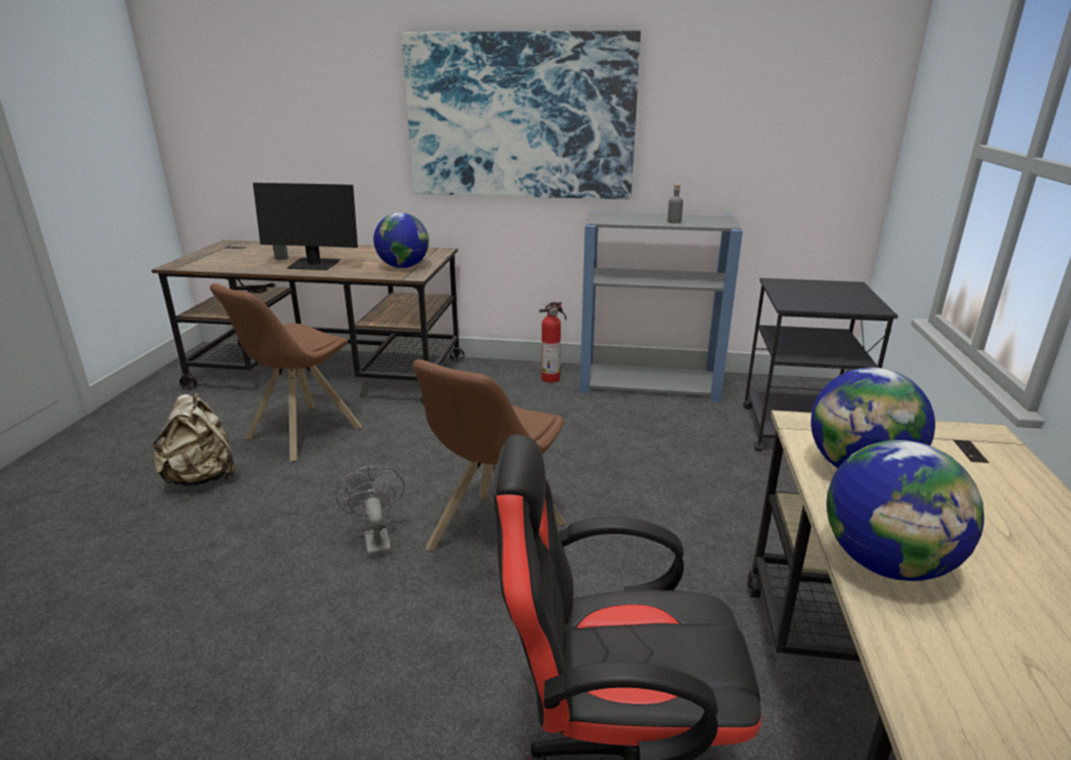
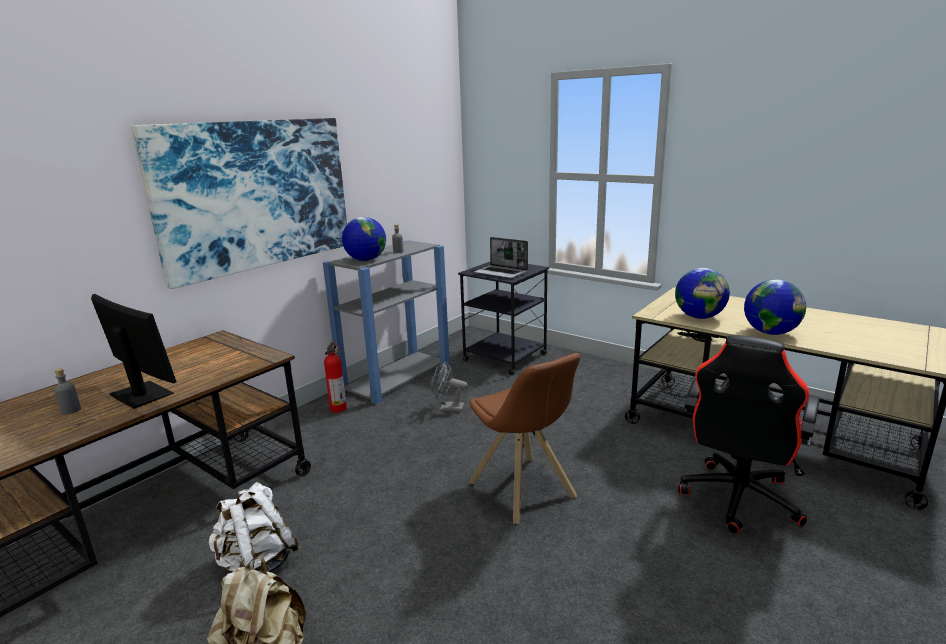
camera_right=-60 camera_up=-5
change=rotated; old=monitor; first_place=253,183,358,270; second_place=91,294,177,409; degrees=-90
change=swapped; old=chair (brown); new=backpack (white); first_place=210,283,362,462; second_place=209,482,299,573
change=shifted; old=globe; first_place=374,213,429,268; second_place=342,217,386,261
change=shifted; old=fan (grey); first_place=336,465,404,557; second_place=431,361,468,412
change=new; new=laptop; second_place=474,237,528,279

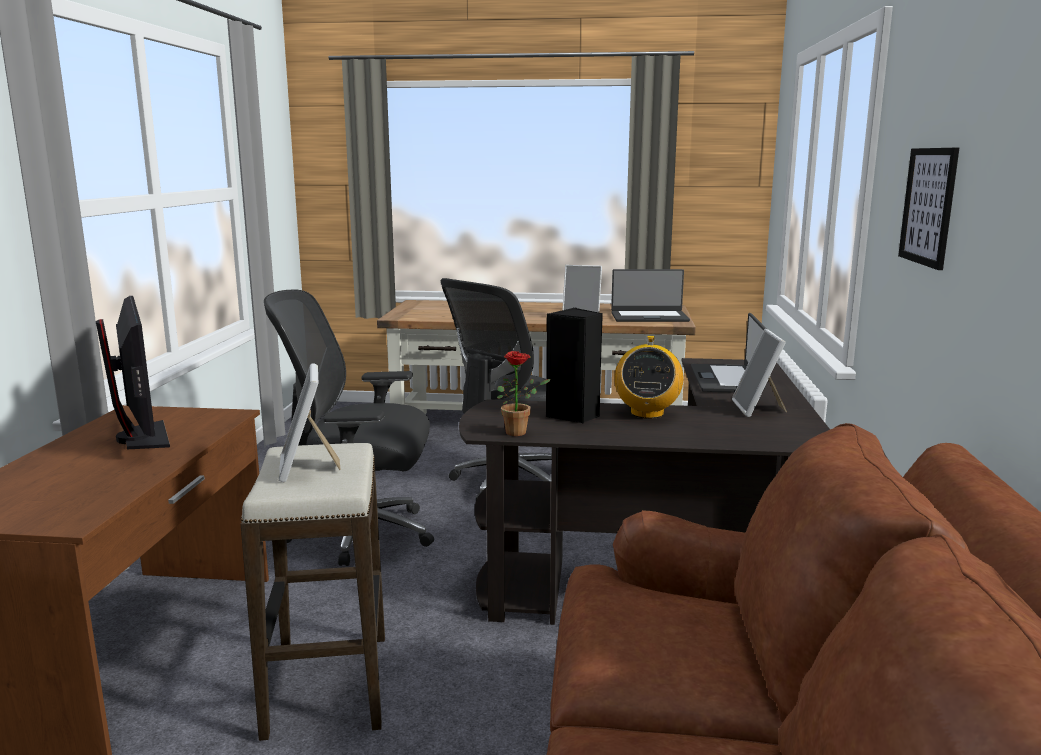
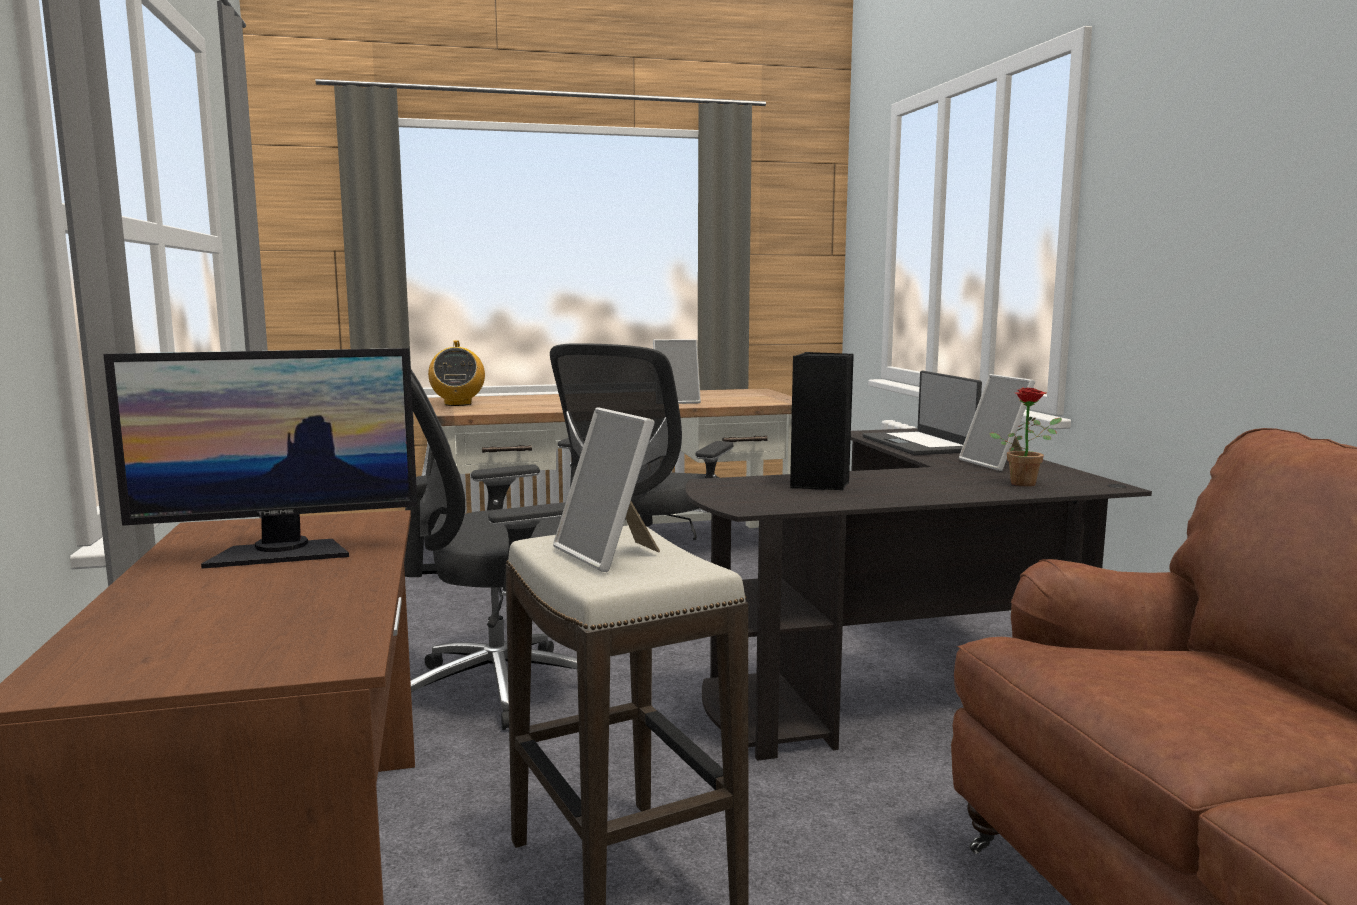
camera_right=-20 camera_up=-5
change=rotated; old=monitor; first_place=96,296,170,449; second_place=103,348,417,569; degrees=120
change=shifted; old=radio; first_place=614,336,683,419; second_place=428,340,485,406
change=shifted; old=potted plant; first_place=497,351,551,436; second_place=989,387,1062,486
change=gone; old=laptop; first_place=611,269,690,322
change=gone; old=picture; first_place=898,148,959,270

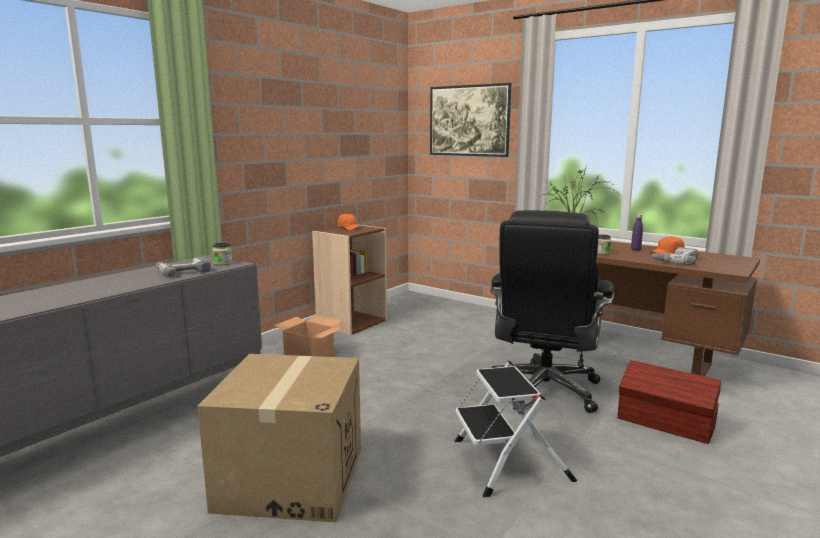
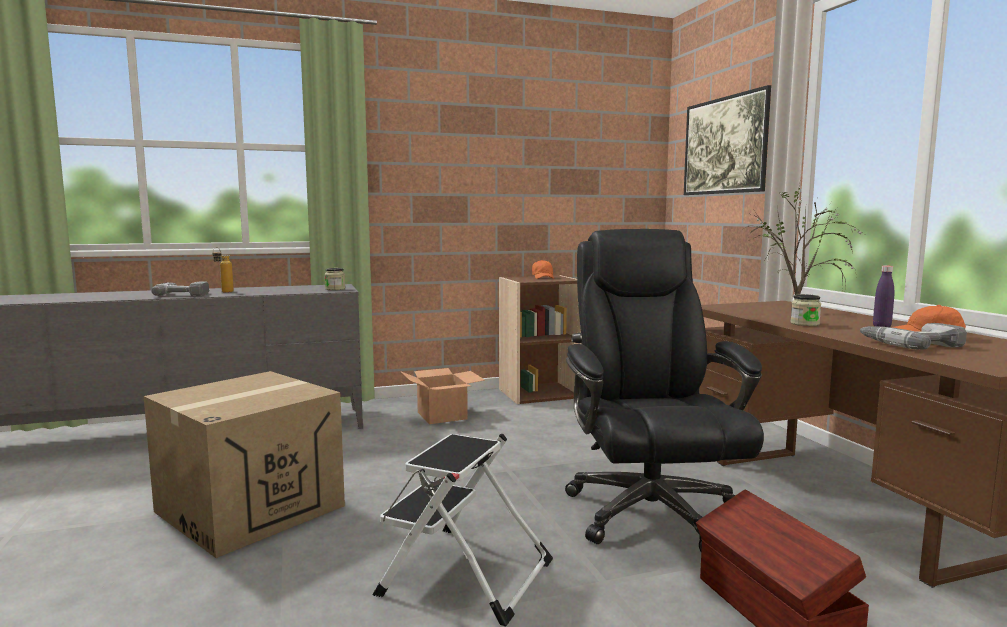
camera_right=35 camera_up=-5
change=shifted; old=power drill; first_place=156,257,211,277; second_place=151,282,209,296
change=new; new=bottle; second_place=212,247,234,293
change=rotated; old=office chair (black); first_place=490,210,614,413; second_place=565,229,764,551; degrees=120

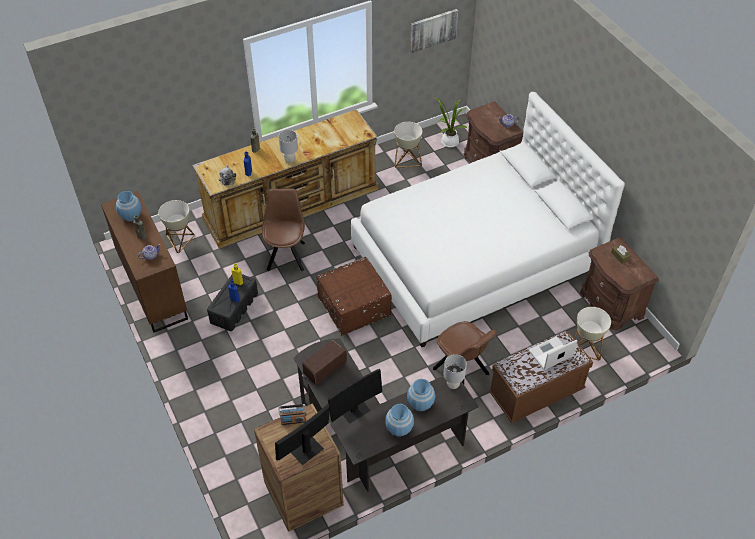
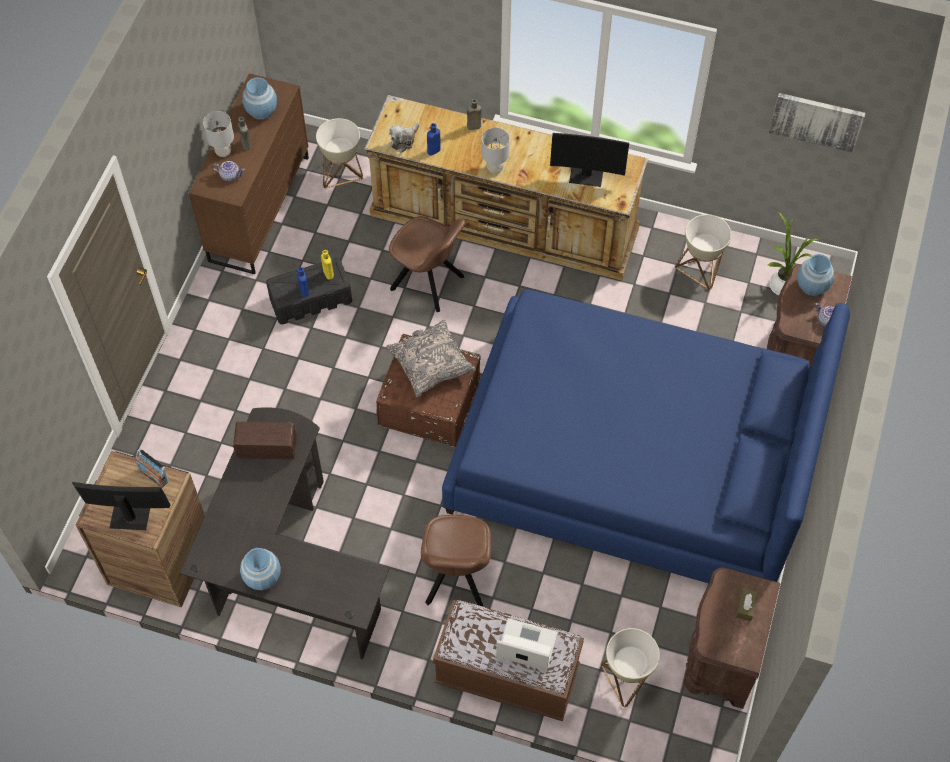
camera_right=45 camera_up=10
change=shifted; old=table lamp (grey); first_place=443,354,467,389; second_place=203,111,234,157
change=new; new=pillow (grey); second_place=386,320,476,398
change=rotated; old=chair (brown); first_place=262,188,305,272; second_place=389,216,466,312; degrees=75
change=repainted; old=bed (white); new=bed (blue); first_place=351,92,625,347; second_place=442,289,850,583
change=shifted; old=monitor; first_place=328,369,382,424; second_place=550,133,629,187
change=shifted; old=vase (blue); first_place=407,379,435,411; second_place=797,254,834,296

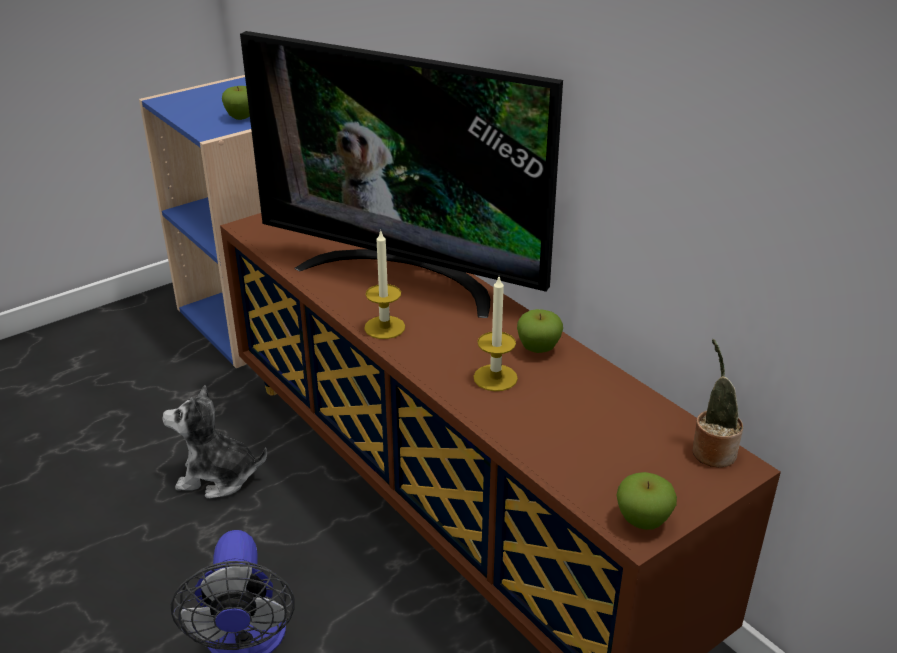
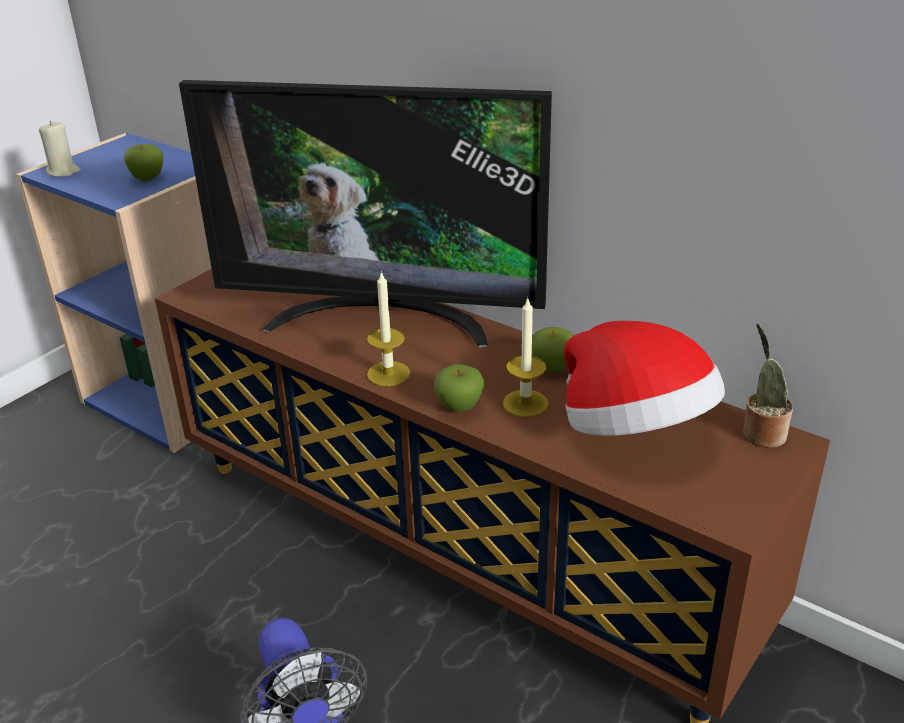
camera_right=-15 camera_up=0
change=new; new=candle (beige); second_place=39,121,81,177
change=shifted; old=apple; first_place=617,472,677,530; second_place=434,364,484,411
change=new; new=hat; second_place=564,321,725,436
change=gone; old=plush toy; first_place=162,385,267,499

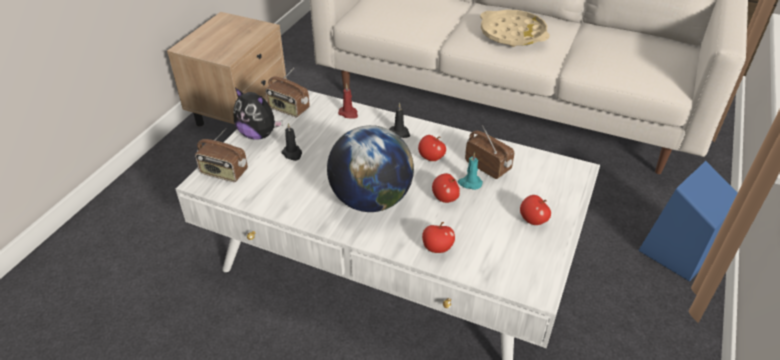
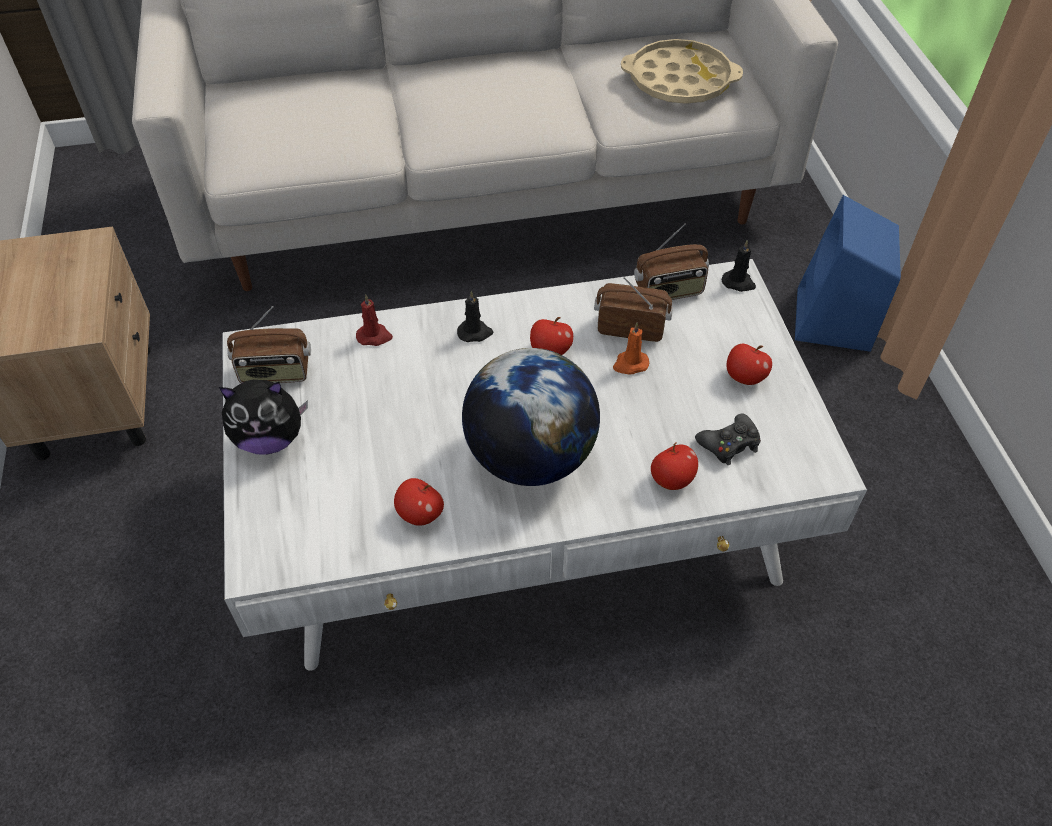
camera_right=-35 camera_up=10
change=shifted; old=apple; first_place=432,173,460,203; second_place=394,478,444,526
change=repainted; old=candle (turquoise); new=candle (orange); first_place=458,152,483,190; second_place=613,322,649,375
change=shifted; old=tray (beige); first_place=480,10,550,47; second_place=621,39,743,104
change=shifted; old=radio; first_place=195,128,248,182; second_place=634,223,709,300
change=new; new=game controller (black); second_place=695,413,761,465
change=shifted; old=candle (black); first_place=281,123,302,161; second_place=722,240,756,292

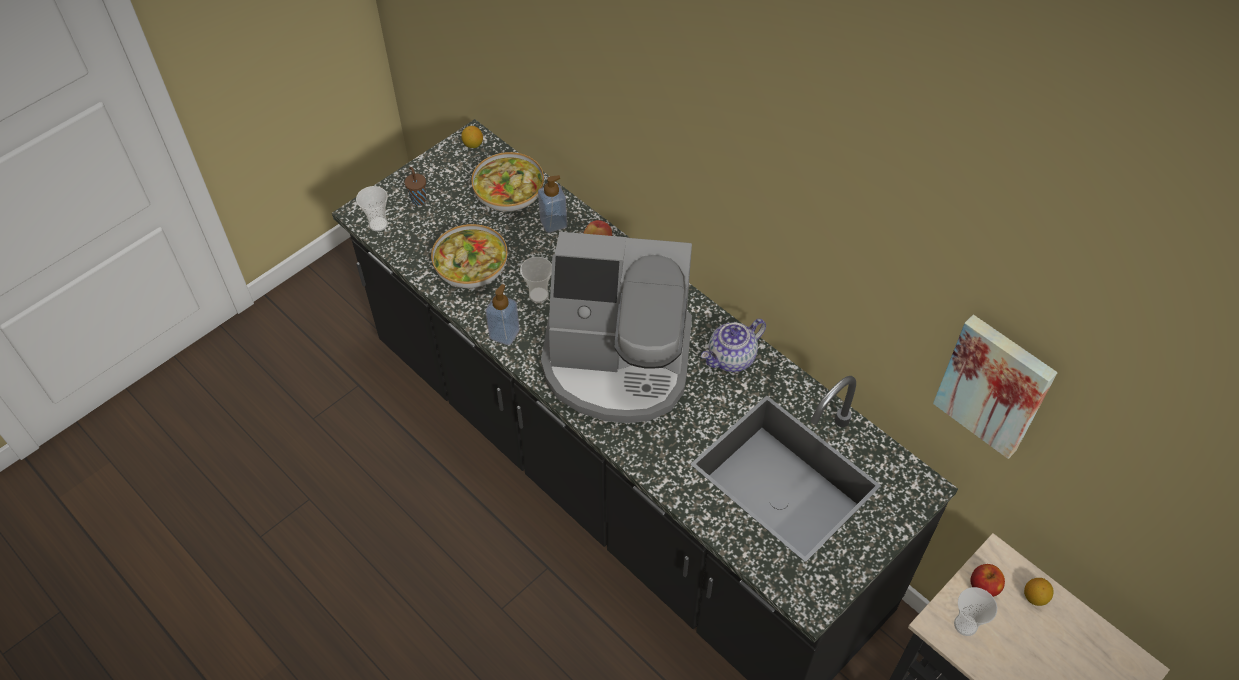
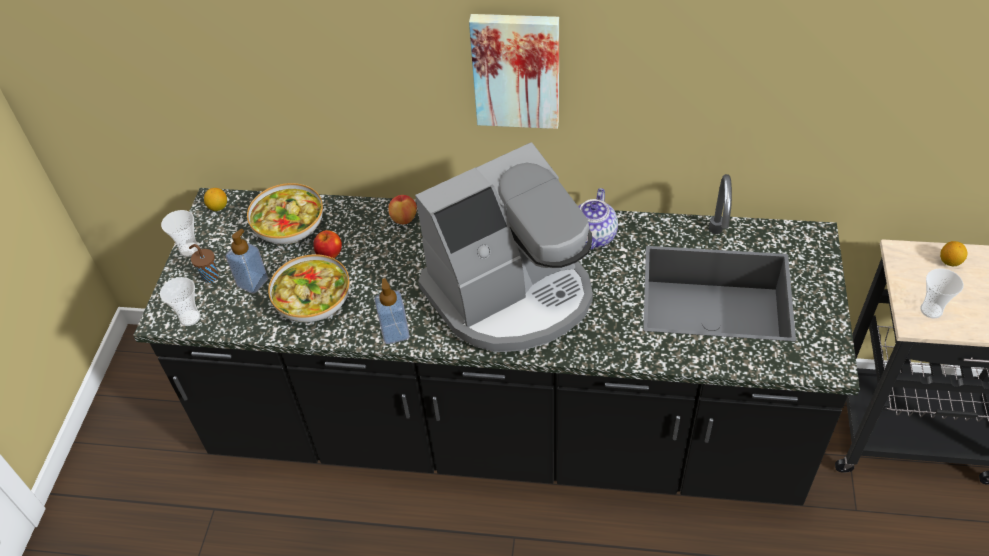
camera_right=-35 camera_up=-5
change=shifted; old=cup; first_place=520,257,552,303; second_place=161,210,199,257
change=shifted; old=soap dispenser; first_place=538,175,567,233; second_place=226,229,268,293
change=shifted; old=apple; first_place=970,564,1005,597; second_place=313,230,342,258
change=shifted; old=picture; first_place=933,315,1058,459; second_place=469,14,559,129

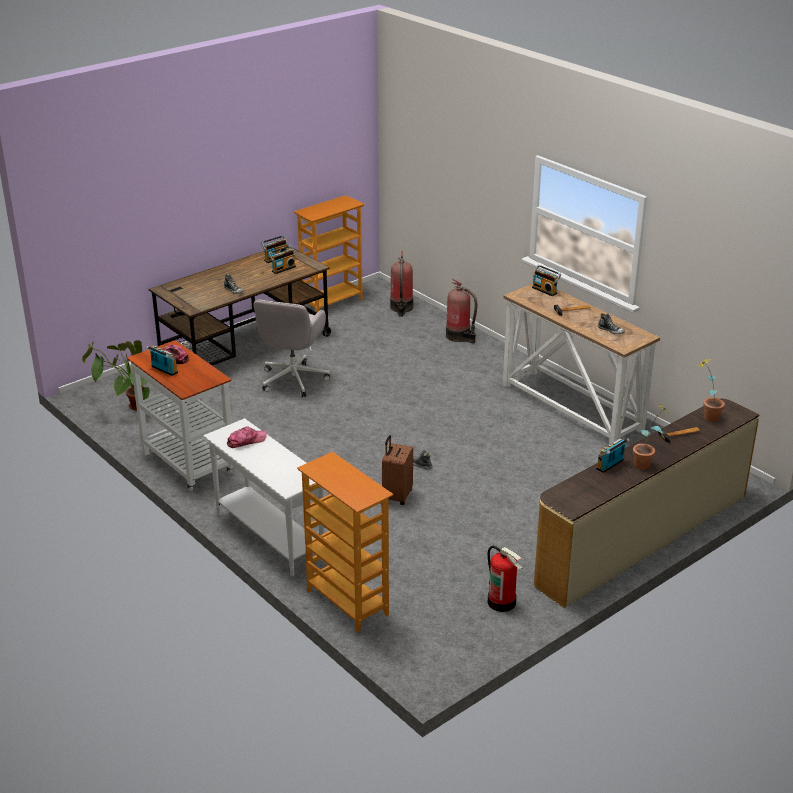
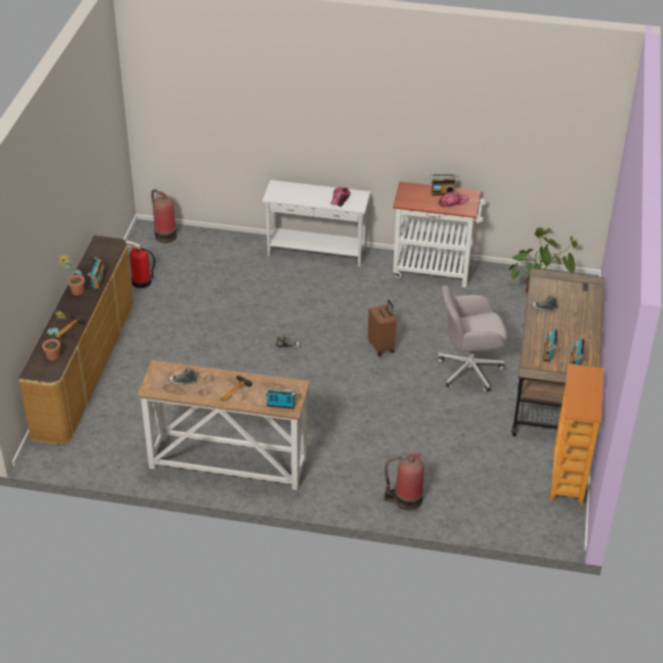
camera_right=140 camera_up=10
change=shifted; old=fire extinguisher; first_place=390,251,413,317; second_place=151,189,177,243
change=shifted; old=suitcase (brown); first_place=382,435,413,505; second_place=368,300,397,356
change=rotated; old=office chair (grey); first_place=253,300,330,397; second_place=438,285,507,392; degrees=-75
change=gone; old=bookcase; first_place=297,452,393,633

